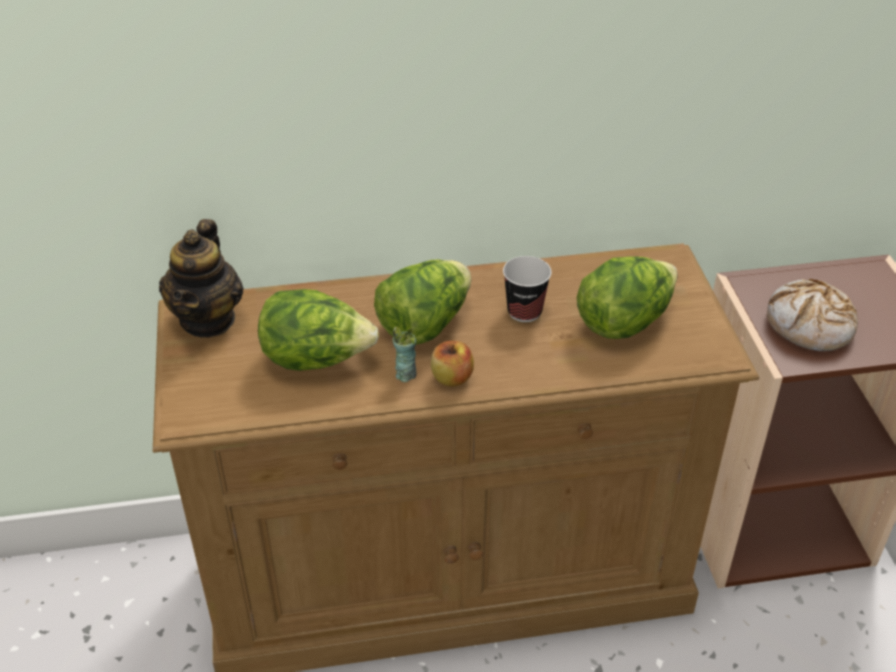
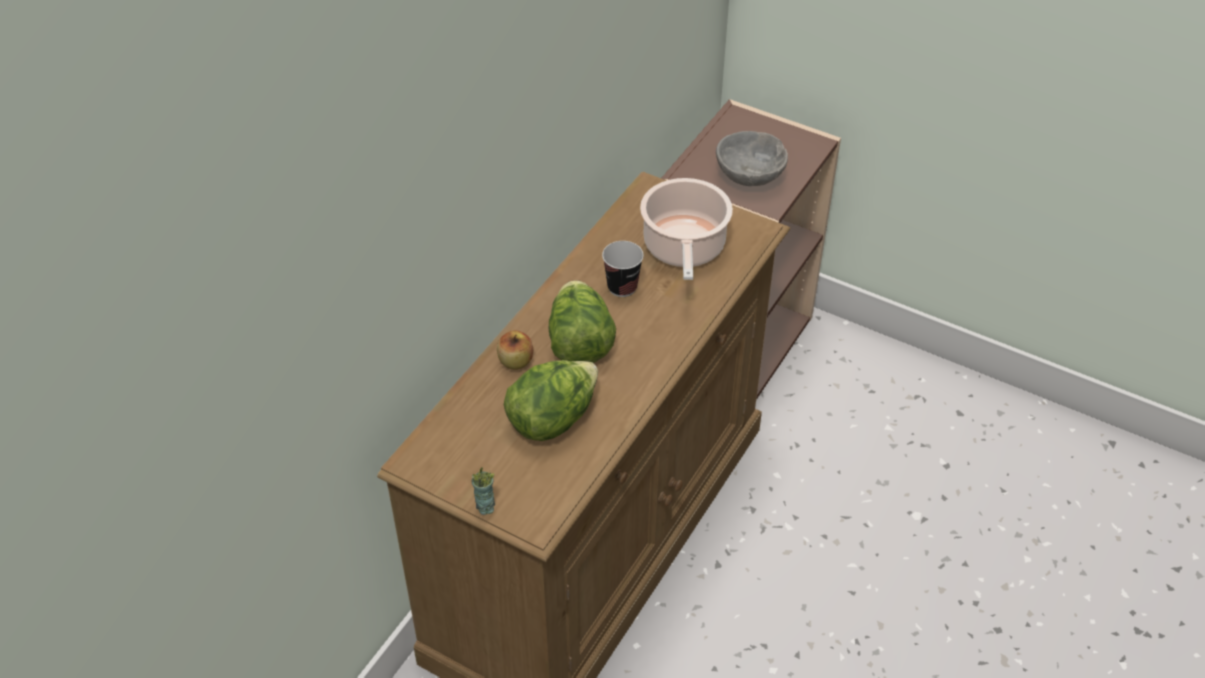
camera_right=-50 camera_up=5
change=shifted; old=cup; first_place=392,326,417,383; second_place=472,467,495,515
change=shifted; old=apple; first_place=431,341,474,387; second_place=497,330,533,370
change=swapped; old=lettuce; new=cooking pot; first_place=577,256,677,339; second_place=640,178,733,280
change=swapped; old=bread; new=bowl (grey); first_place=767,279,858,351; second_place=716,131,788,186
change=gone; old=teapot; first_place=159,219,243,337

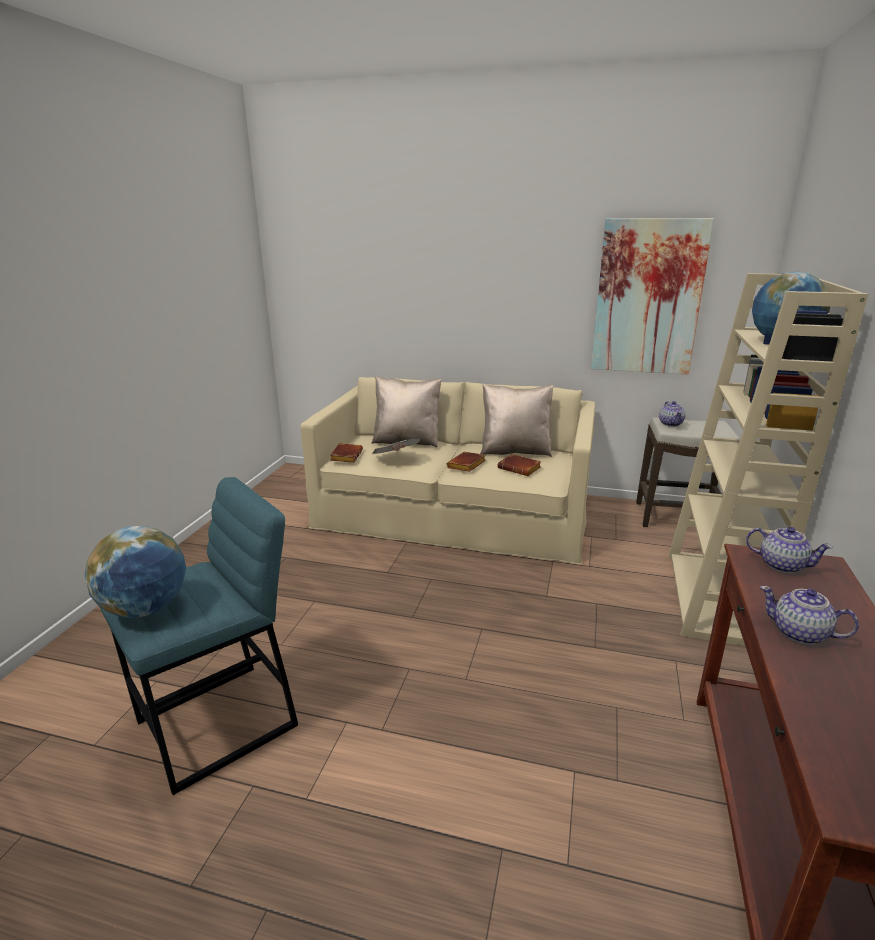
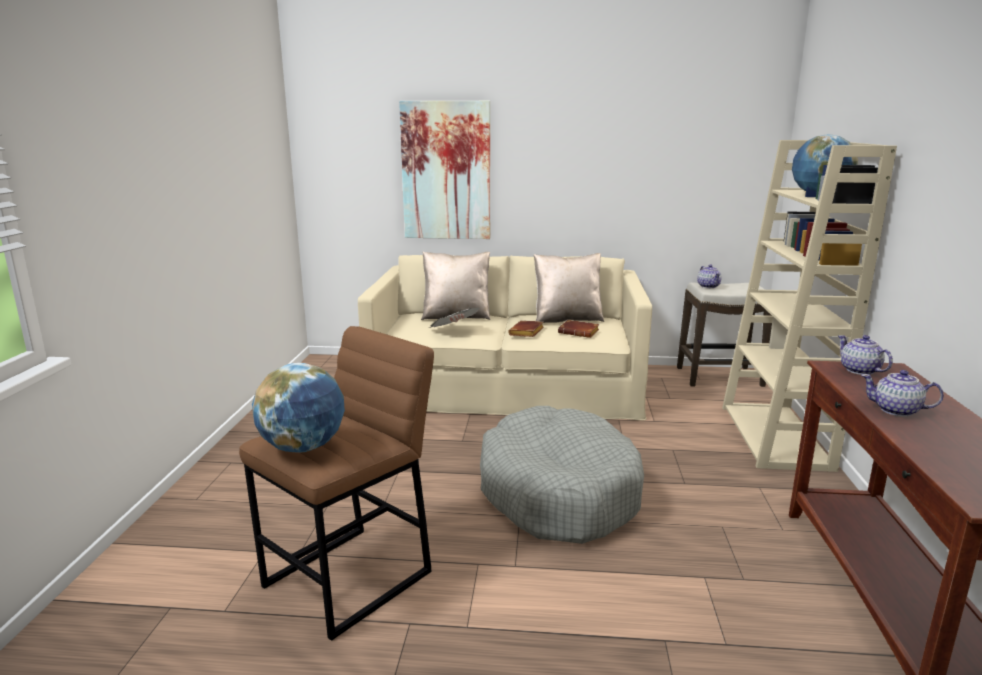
camera_right=-10 camera_up=-5
change=repainted; old=stool (blue); new=stool (brown); first_place=100,477,298,795; second_place=239,326,434,641
change=shifted; old=picture; first_place=591,218,714,375; second_place=399,101,490,239
change=new; new=dog bed (grey); second_place=480,406,644,544
change=rotated; old=teapot; first_place=746,527,833,573; second_place=838,335,893,375; degrees=-135
change=gone; old=book (brown); first_place=330,443,363,463

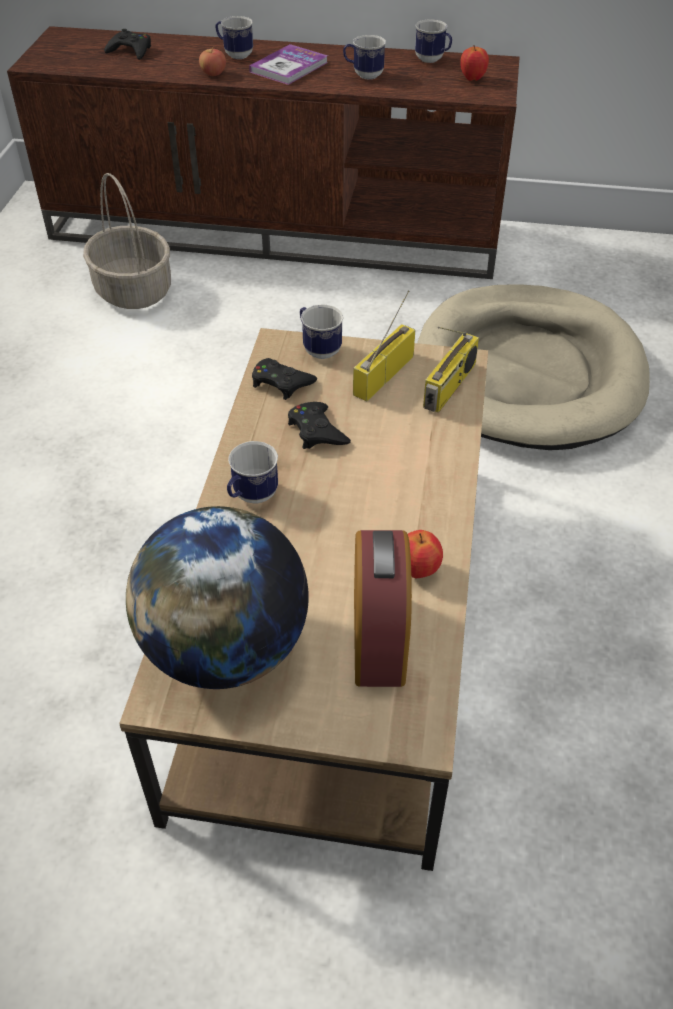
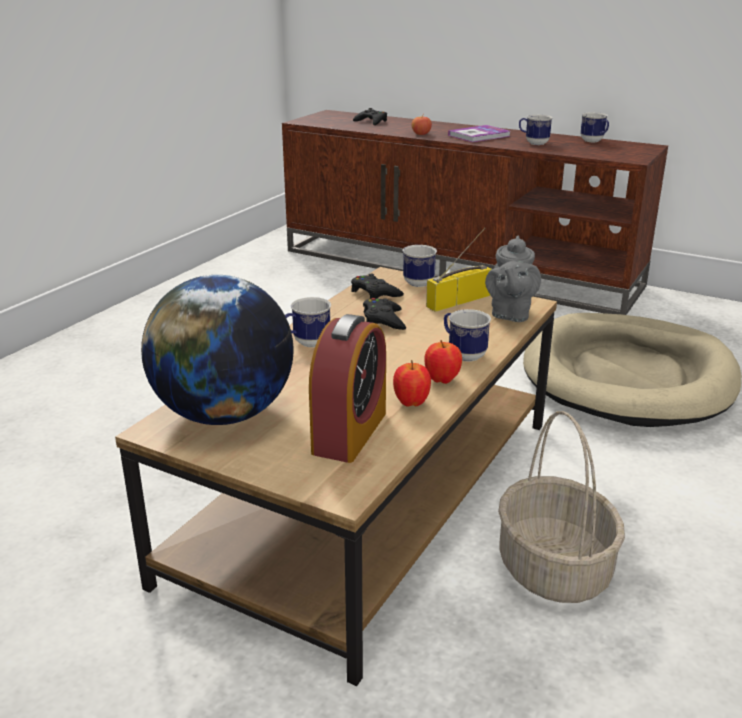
camera_right=20 camera_up=-20
change=shifted; old=apple; first_place=460,45,489,81; second_place=424,340,462,384
change=shifted; old=mug; first_place=216,16,253,59; second_place=444,309,491,362
change=swapped; old=radio; new=teapot (grey); first_place=423,327,479,413; second_place=485,236,541,322
change=shifted; old=basket; first_place=83,173,171,309; second_place=498,411,625,603

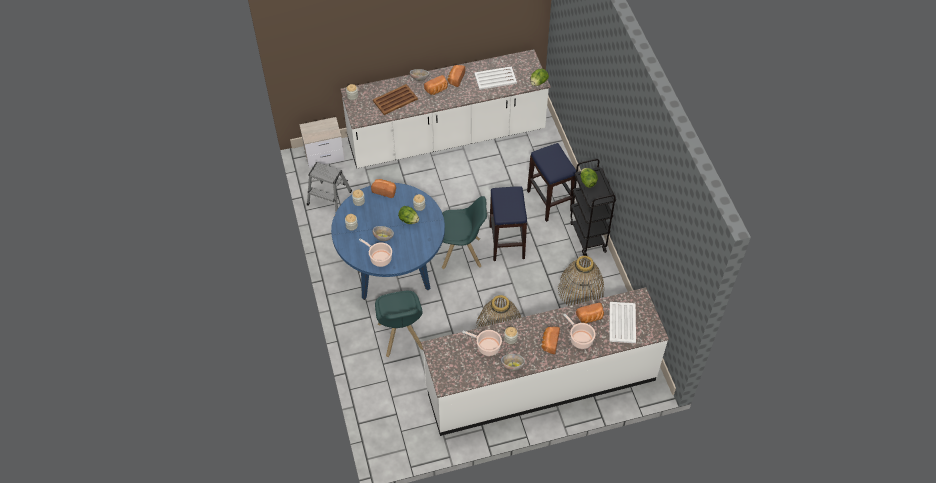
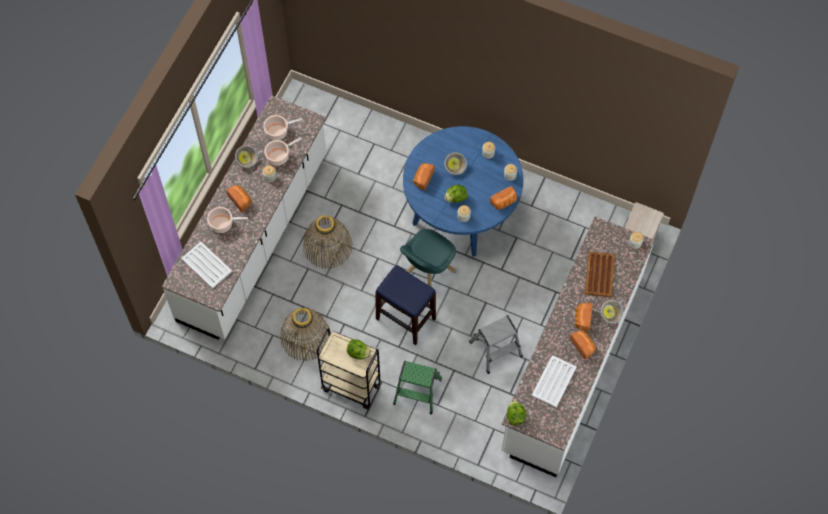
camera_right=130 camera_up=10
change=shifted; old=cooking pot; first_place=359,238,392,267; second_place=263,115,302,140
change=repainted; old=cart (black); new=cart (beige); first_place=570,159,616,256; second_place=317,329,381,410
change=swapped; old=stool; new=step ladder (green); first_place=527,143,577,222; second_place=393,360,442,414
change=shifted; old=bread; first_place=576,303,604,323; second_place=413,163,435,190
change=shifted; old=step ladder (grey); first_place=307,162,352,213; second_place=469,315,523,374
change=gone; old=chair (turquoise); first_place=375,291,423,357

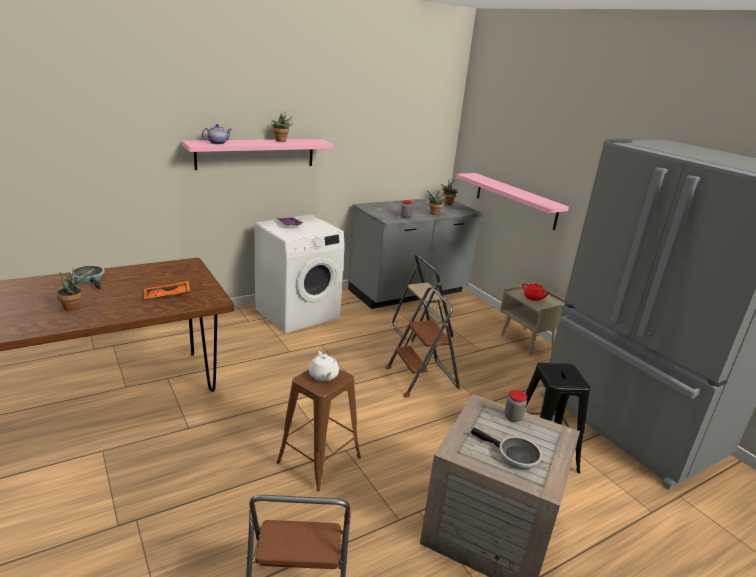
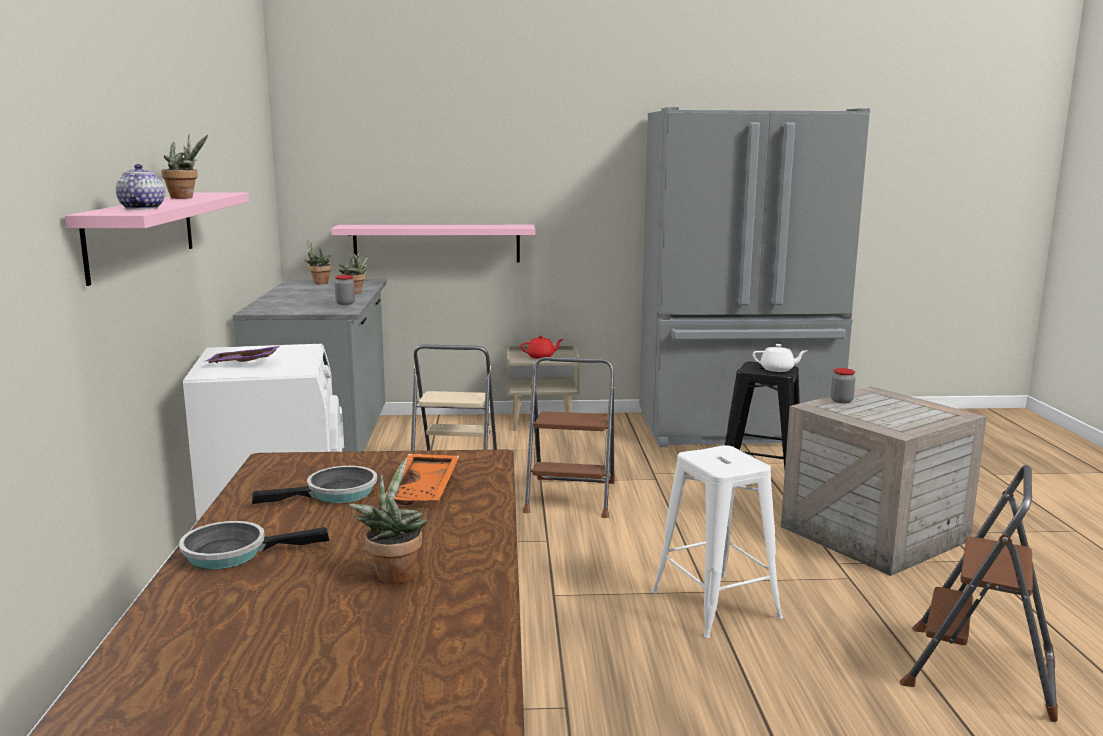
camera_right=-60 camera_up=-10
change=shifted; old=frying pan; first_place=471,427,542,470; second_place=252,466,377,504
change=repainted; old=stool (brown); new=stool (white); first_place=276,369,361,492; second_place=652,445,783,638
change=shifted; old=teapot (white); first_place=309,351,339,381; second_place=752,344,806,372

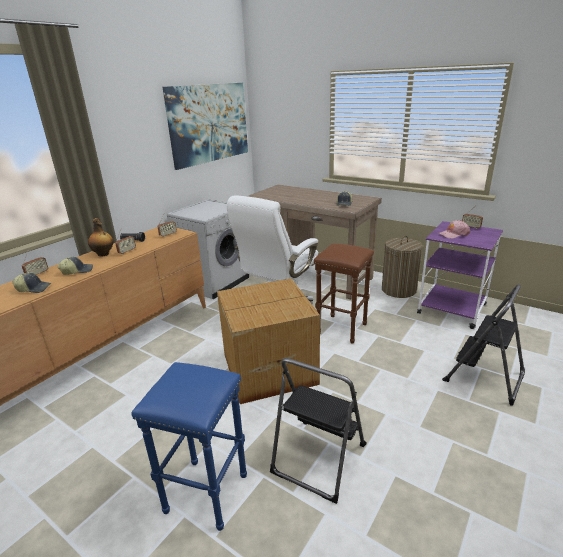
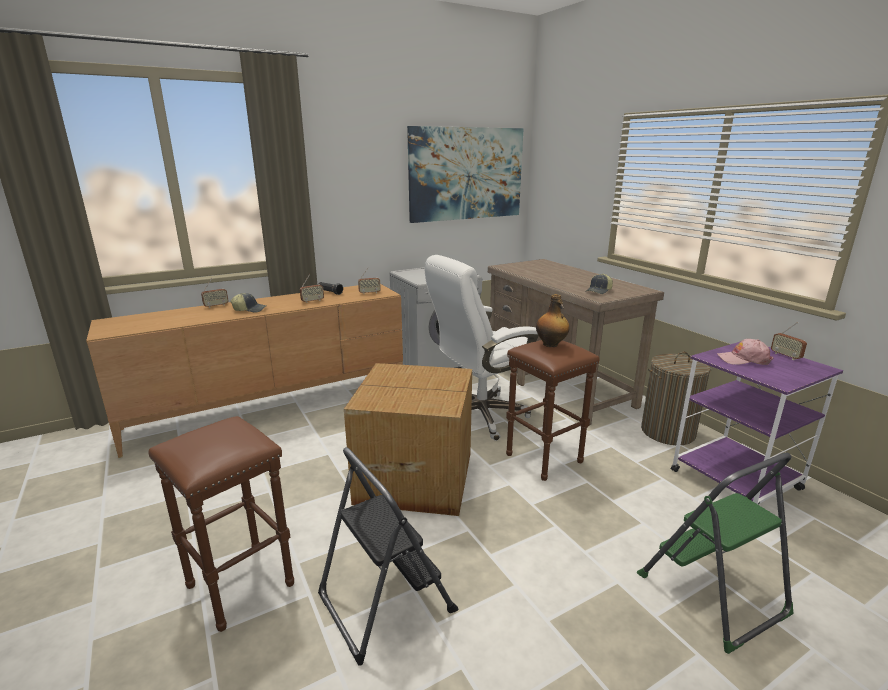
camera_right=25 camera_up=-5
change=repainted; old=stool (blue); new=stool (brown); first_place=132,362,247,531; second_place=148,416,294,632
change=shifted; old=bottle; first_place=88,218,114,256; second_place=536,294,569,347
change=repainted; old=step ladder (black); new=step ladder (green); first_place=442,284,525,406; second_place=637,452,793,654
change=gone; old=cap; first_place=13,273,51,293

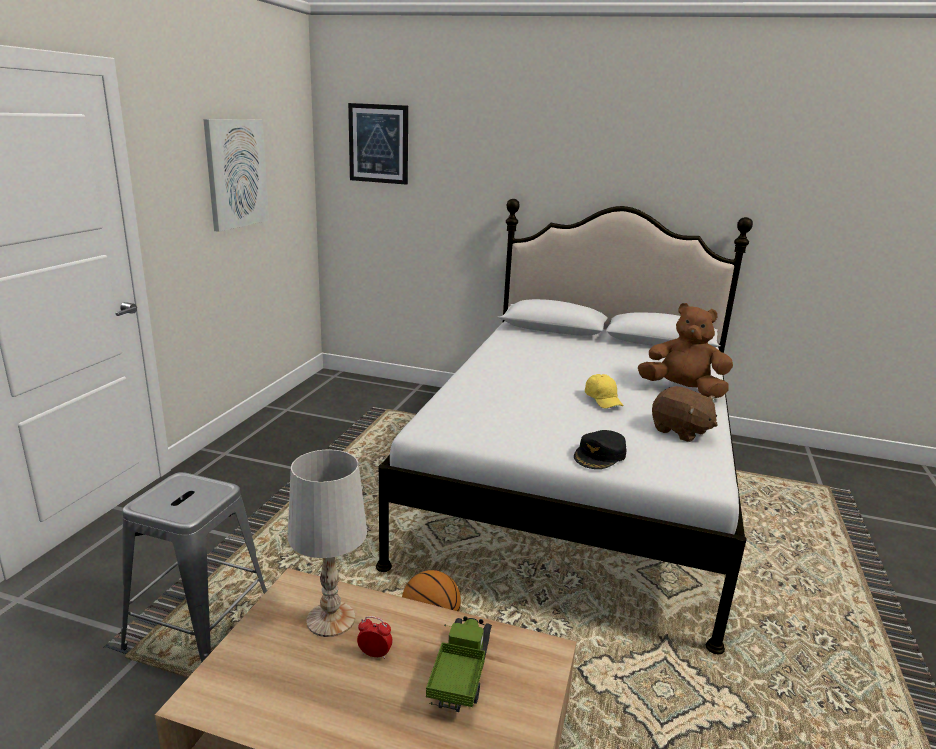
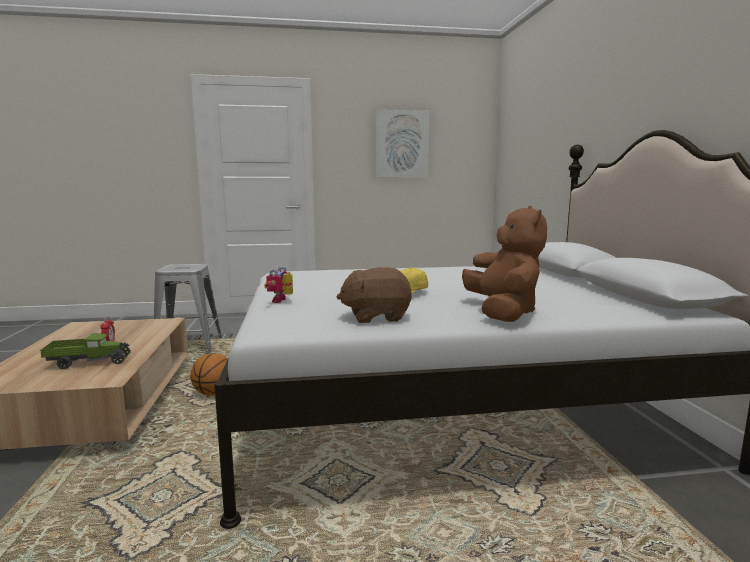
camera_right=65 camera_up=-10
change=swapped; old=cap (black); new=toy robot; first_place=574,430,627,469; second_place=264,266,293,303
change=rotated; old=plush toy (brown); first_place=652,386,717,442; second_place=336,267,412,323; degrees=60
change=gone; old=table lamp (white); first_place=287,449,367,637
change=gone; old=picture; first_place=348,103,408,185

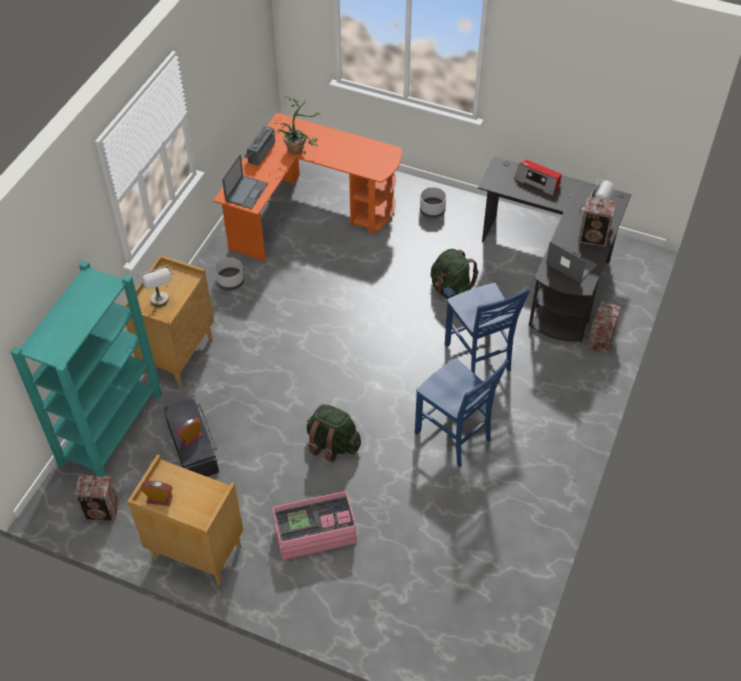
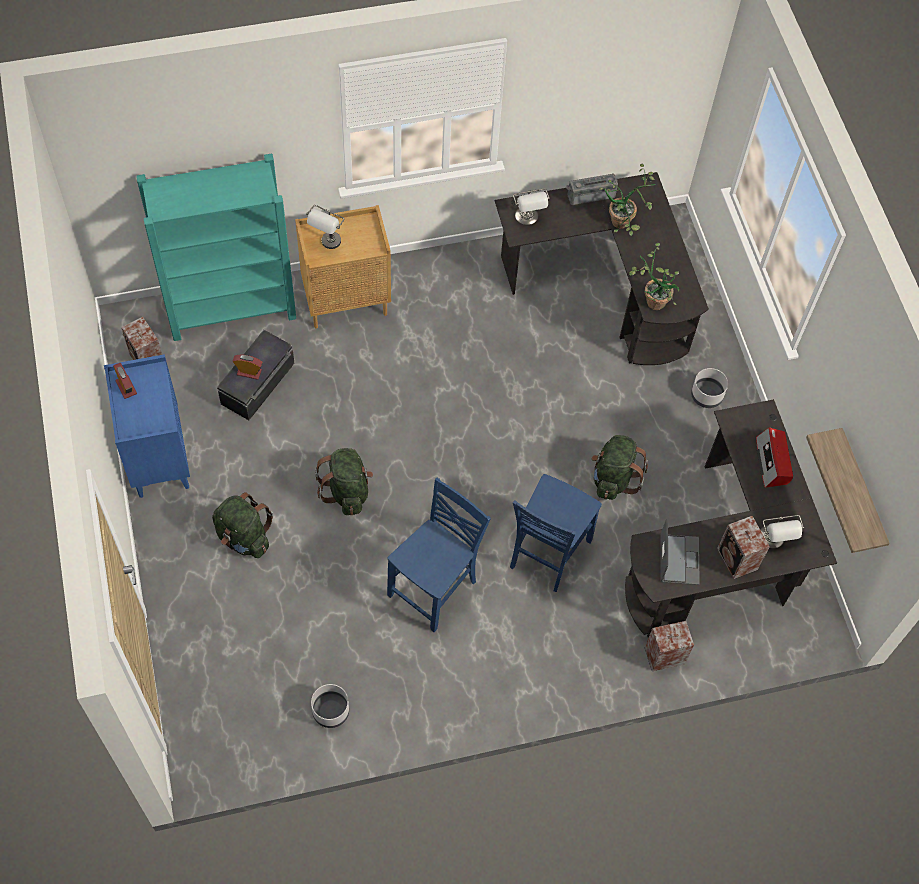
camera_right=50 camera_up=10
change=repainted; old=cabinet (brown); new=cabinet (blue); first_place=127,454,243,586; second_place=104,354,190,498
change=swapped; old=storage box (pink); new=backpack (green); first_place=273,491,357,560; second_place=212,492,273,558
change=shifted; old=planter (grey); first_place=215,257,244,290; second_place=311,684,349,728
change=rotated; old=chair (blue); first_place=415,358,509,467; second_place=387,478,491,632; degrees=-150
change=repainted; old=desk (orange); new=desk (black); first_place=213,113,402,261; second_place=495,172,709,365
change=swapped; old=laptop; new=table lamp (white); first_place=222,154,268,209; second_place=513,188,550,225
change=new; new=potted plant; second_place=629,243,679,310
change=new; new=shelf; second_place=806,428,890,553

